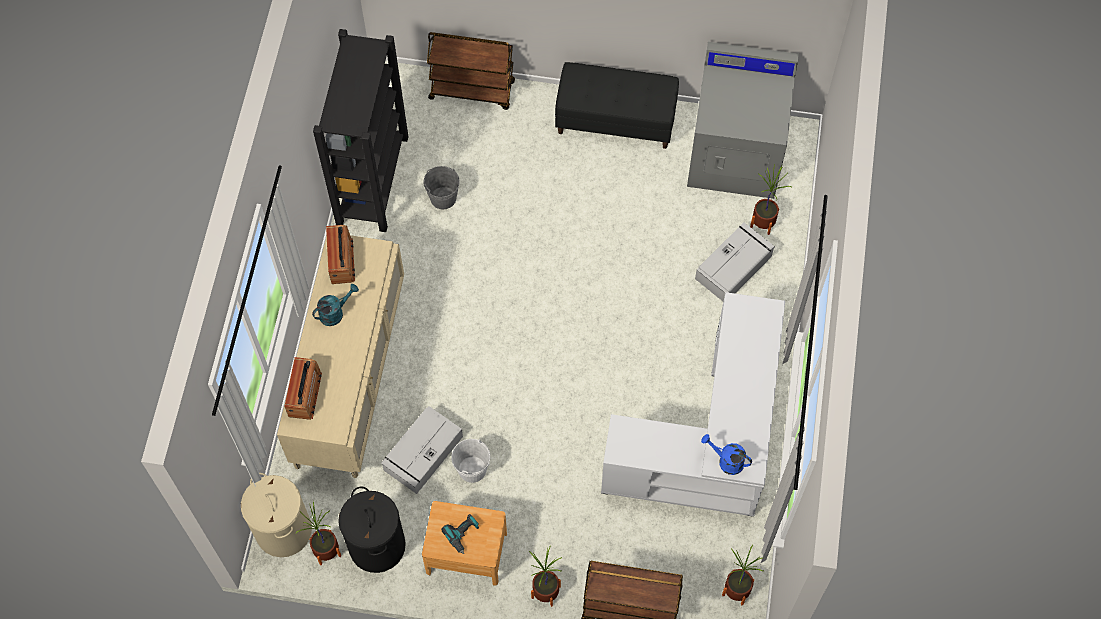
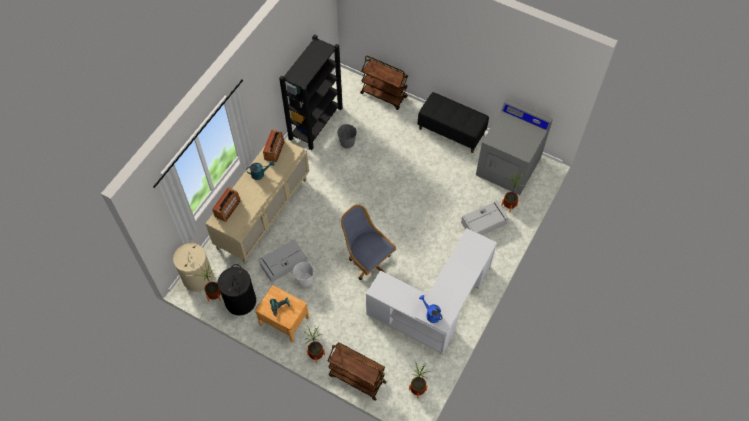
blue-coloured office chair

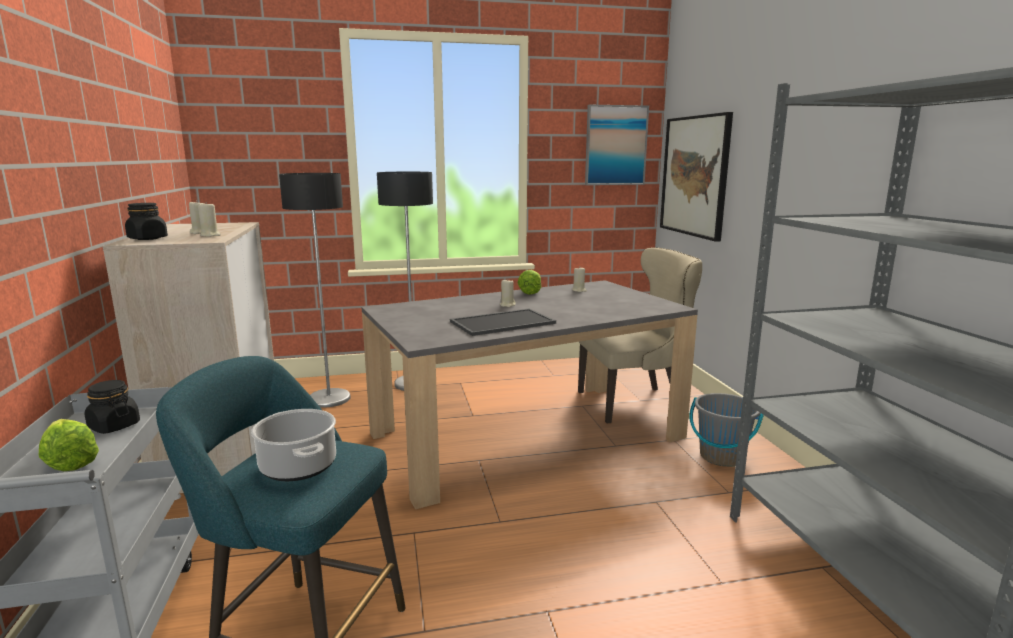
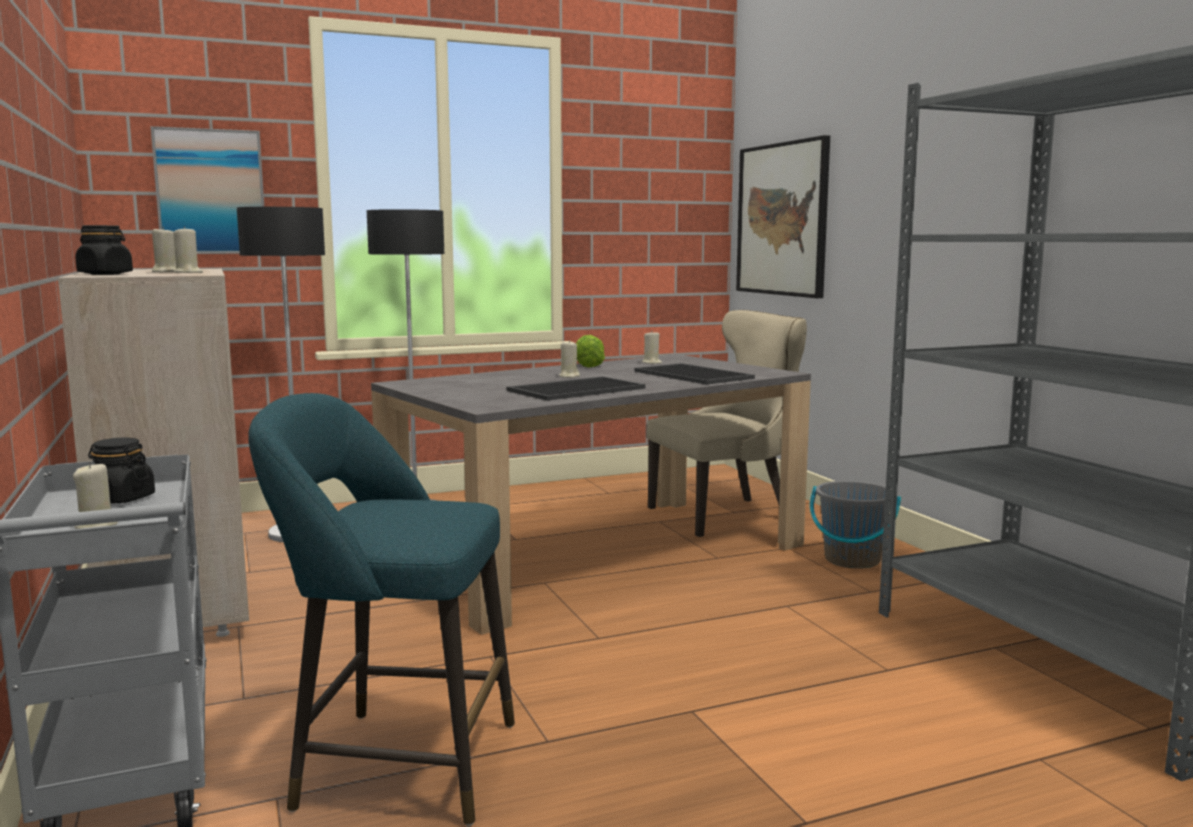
picture (1st from left)
stockpot
sand-coloured wax candle (1st from left)
serving tray (2nd from left)

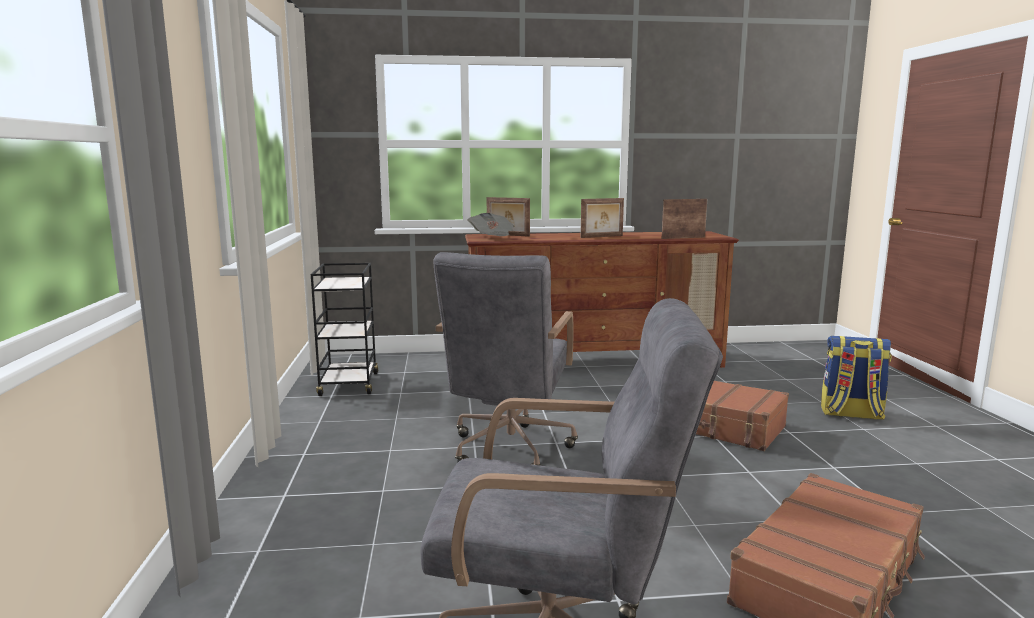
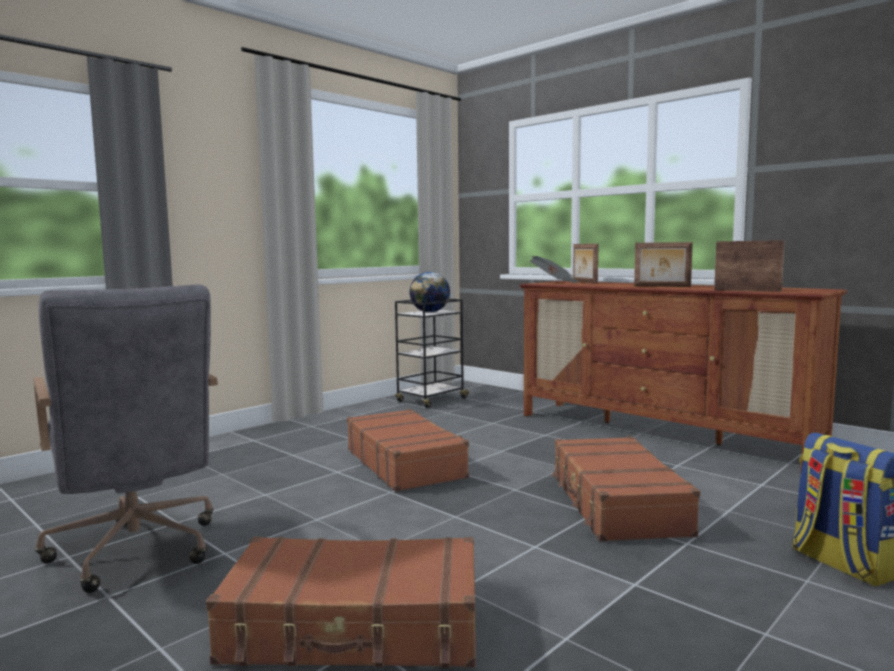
brown-coloured travel case (2nd from left)
globe

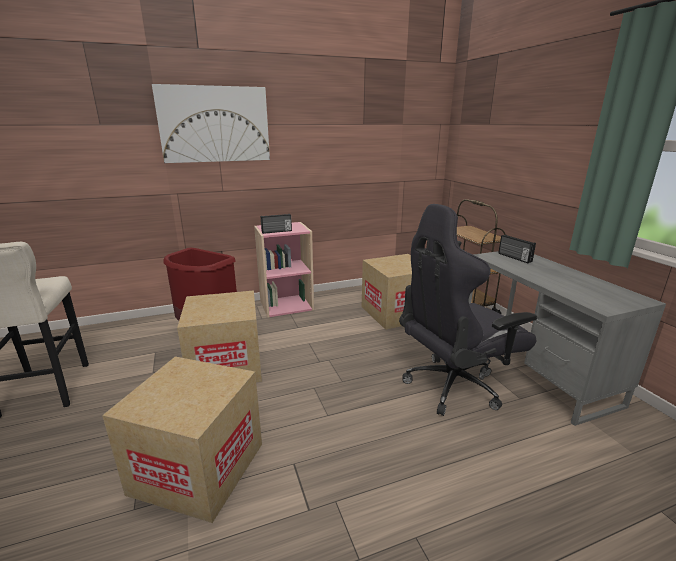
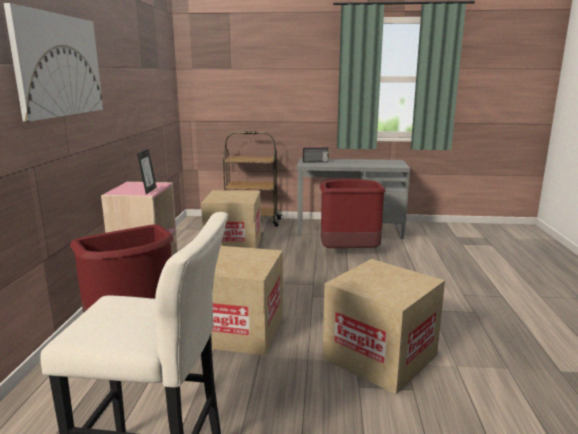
red-coloured rubbish bin (2nd from left)
photo frame

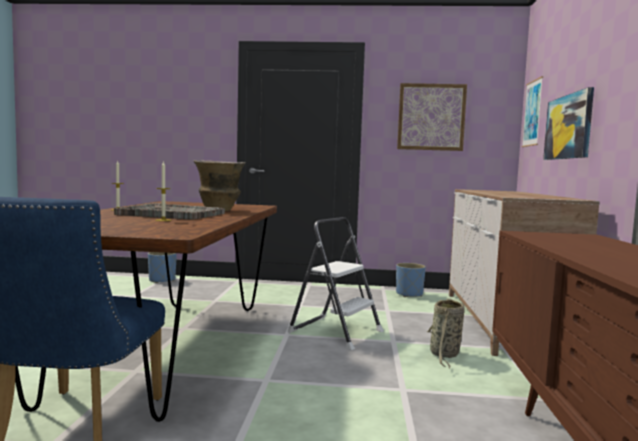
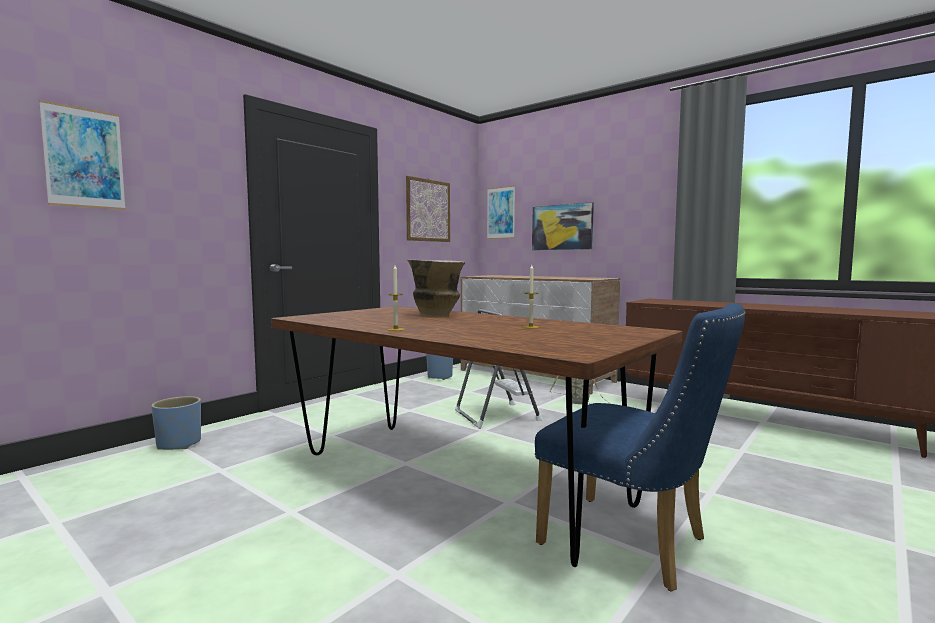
greyish serving tray
picture (1st from left)

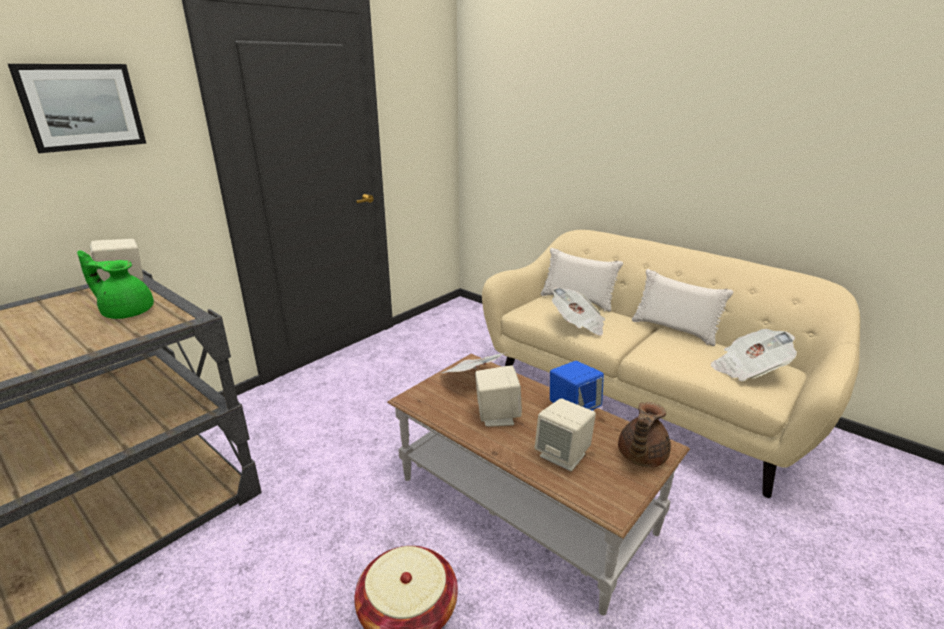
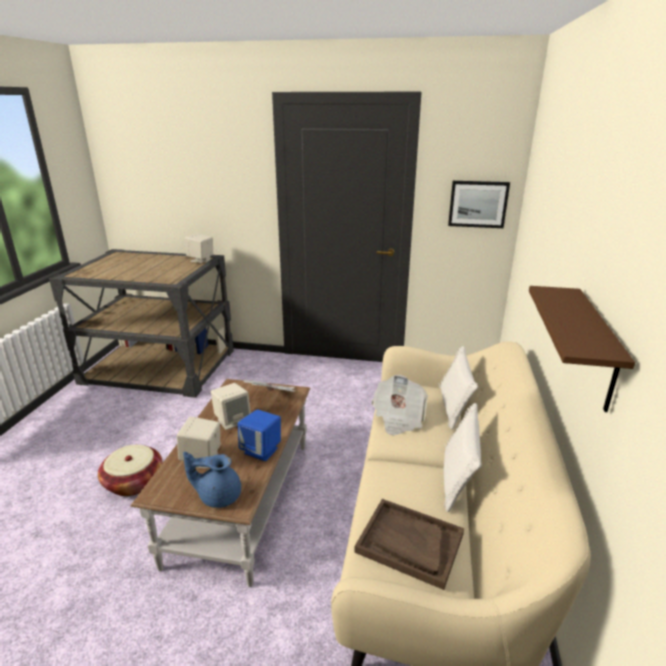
picture
green-coloured pot for tea
brown-coloured serving tray
blue-coloured pot for tea
brown-coloured bracket shelf

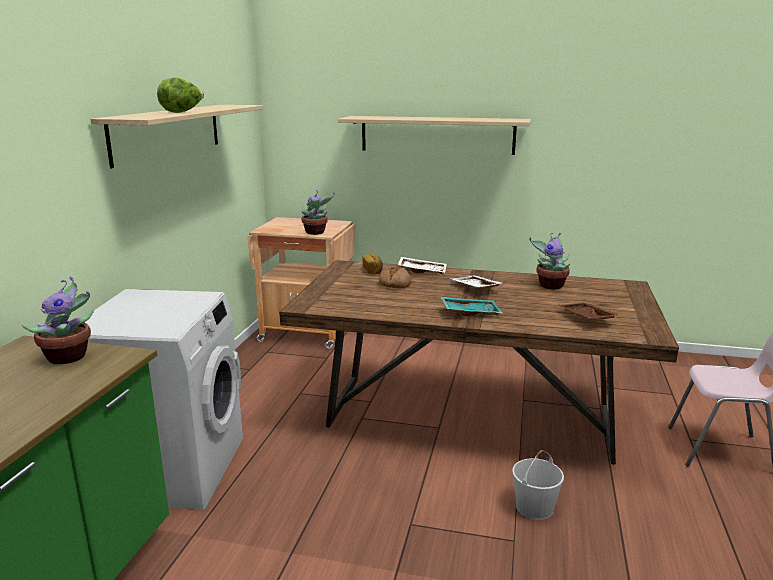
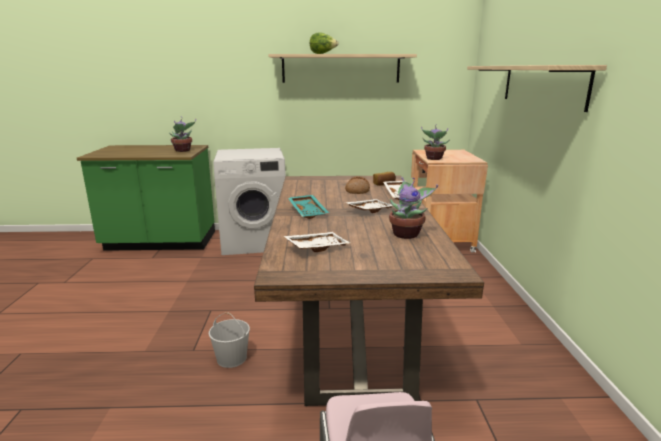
white-coloured serving tray (1st from left)

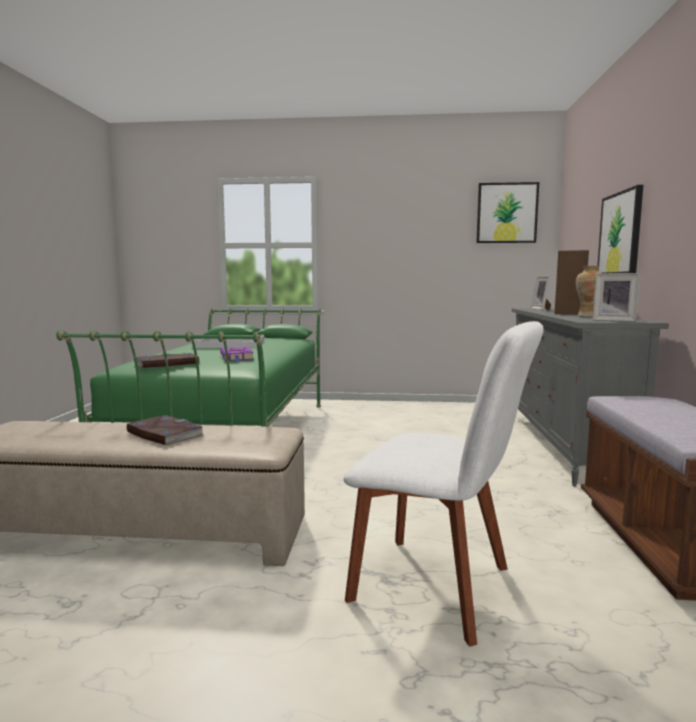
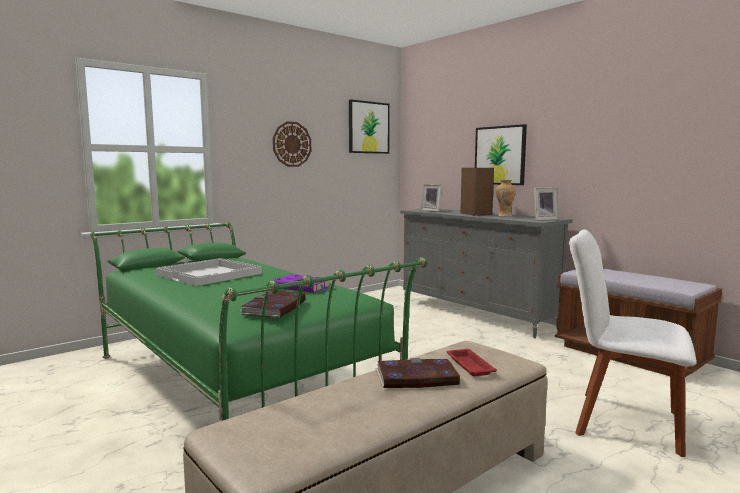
white-coloured plain chair
wall clock
red-coloured serving tray

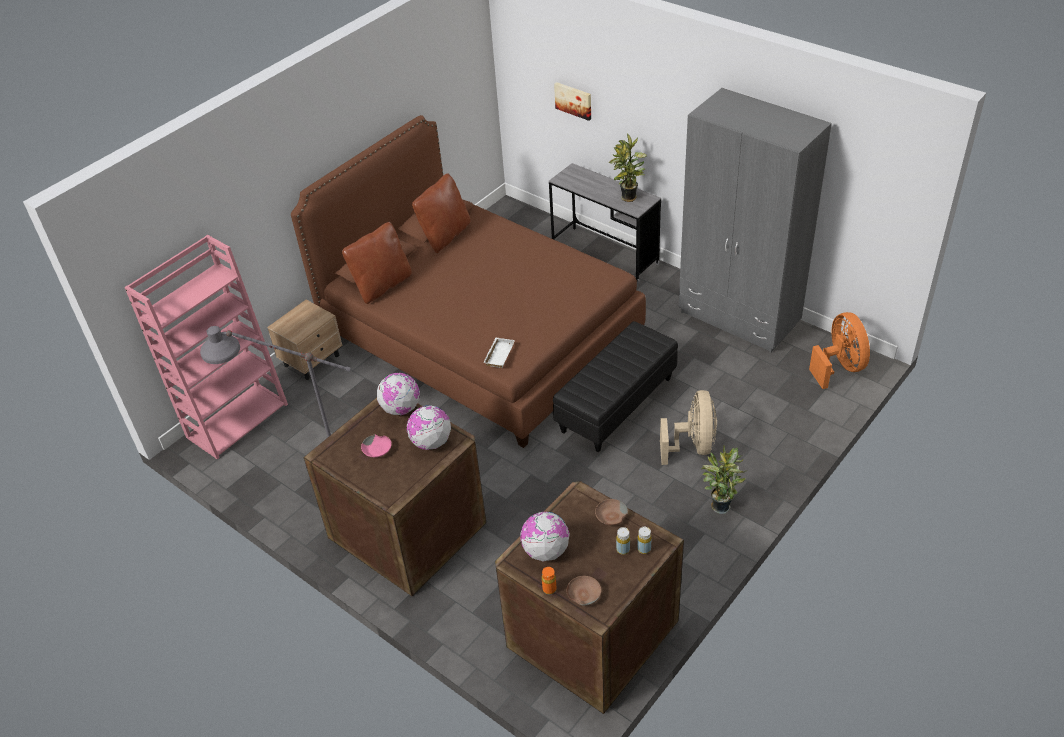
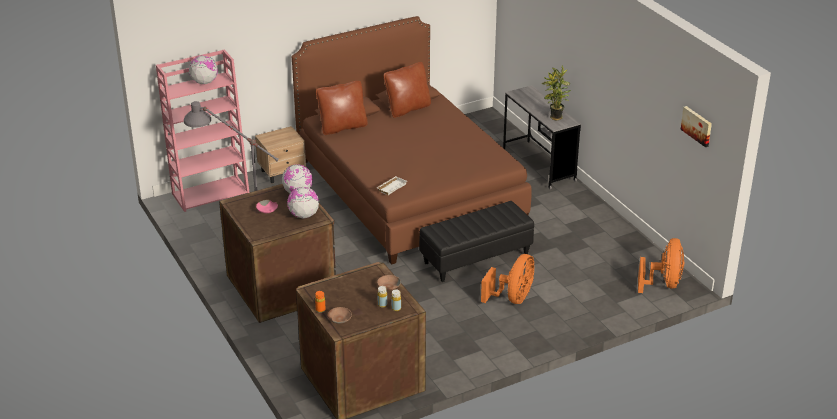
picture
greyish armoire
orange-coloured fan (1st from left)
potted plant (2nd from left in the first image)
globe (1st from left)

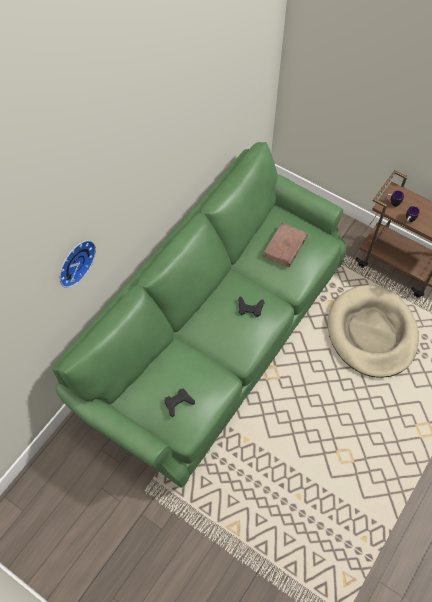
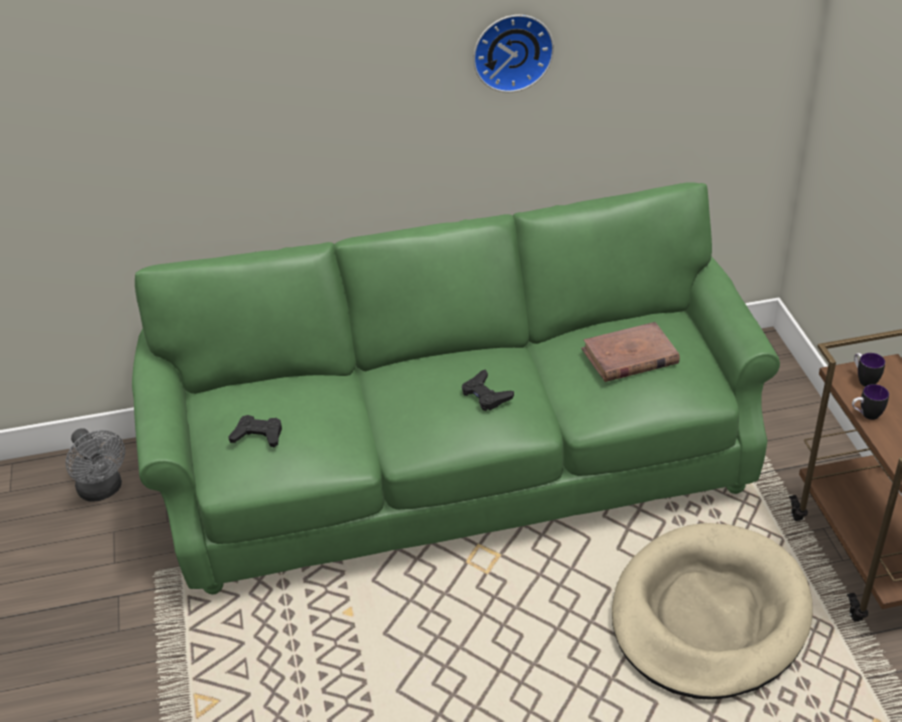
wall clock
greyish fan

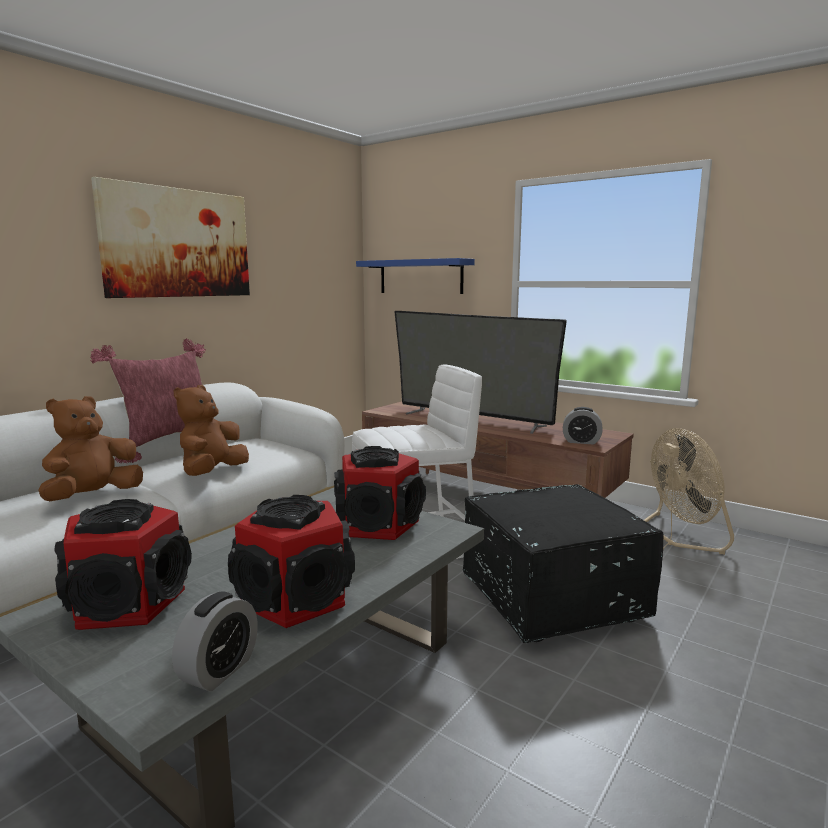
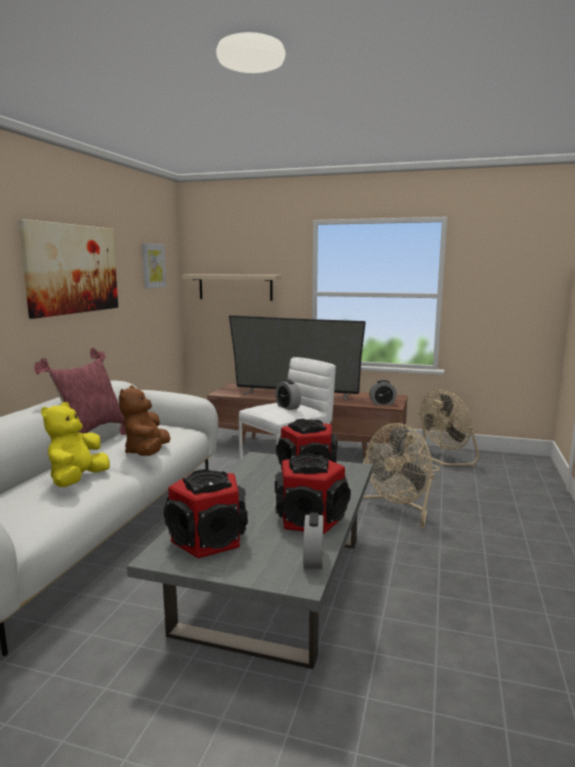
sand-coloured bracket shelf
yellow soft toy
sand-coloured fan (1st from left)
picture (2nd from left)
table clock (1st from left)

